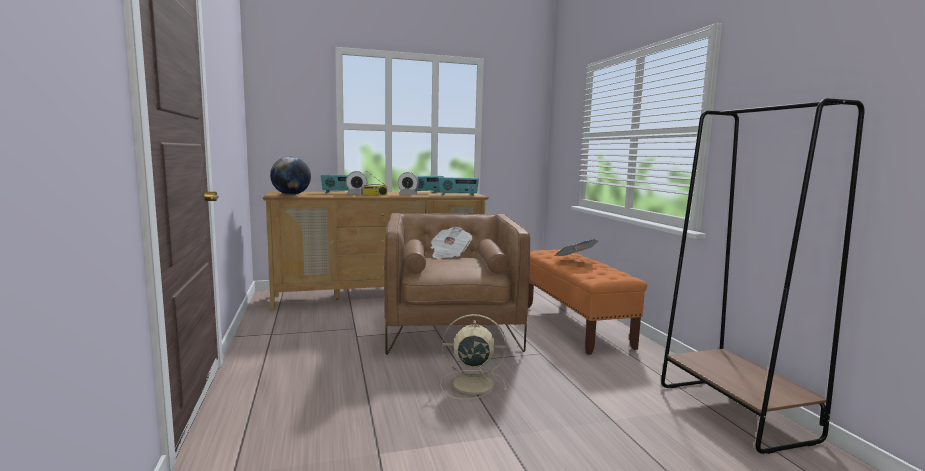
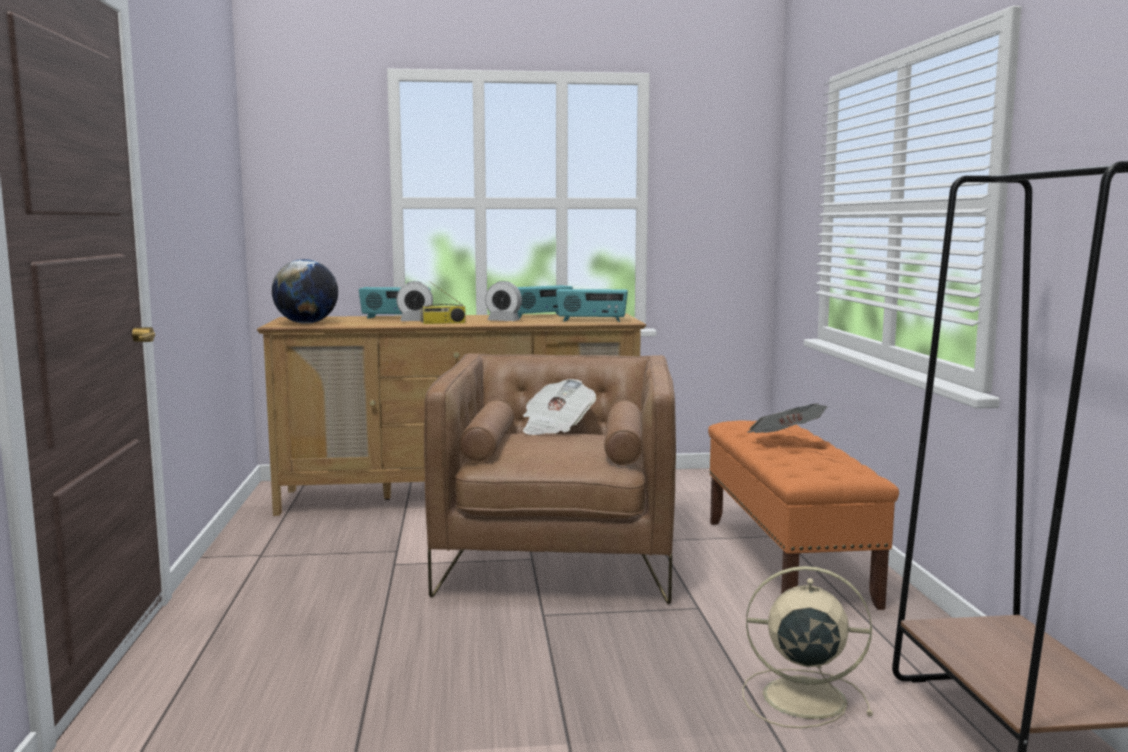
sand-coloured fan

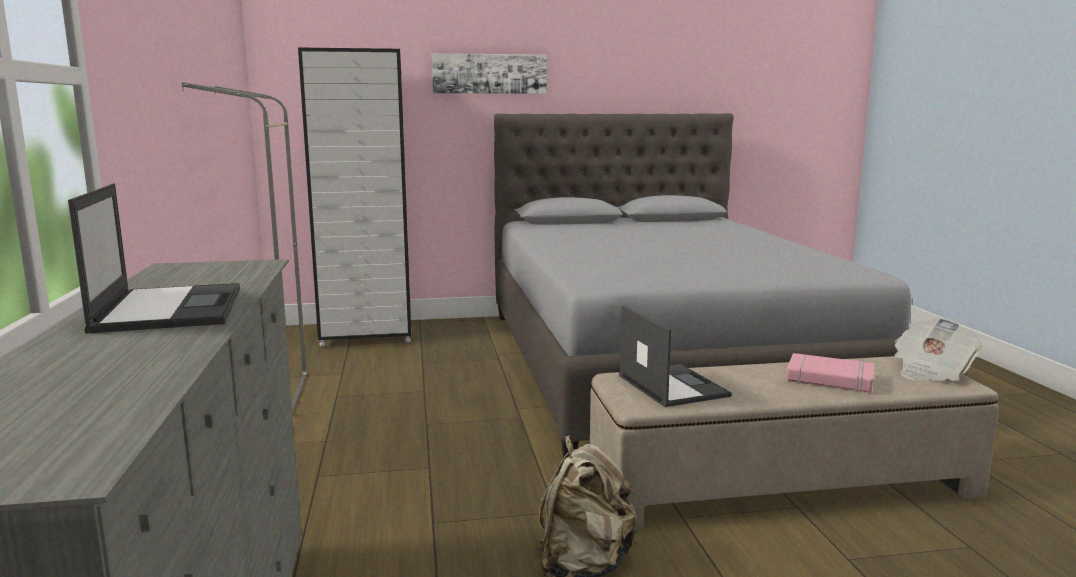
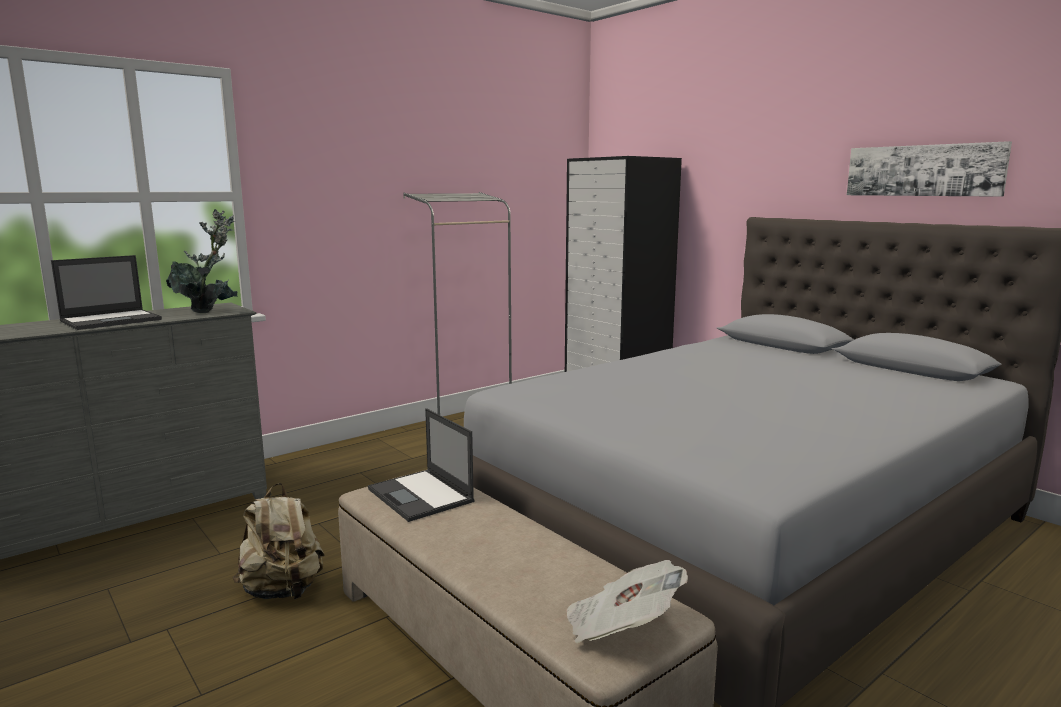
picture
laptop (2nd from left)
pink book
potted plant

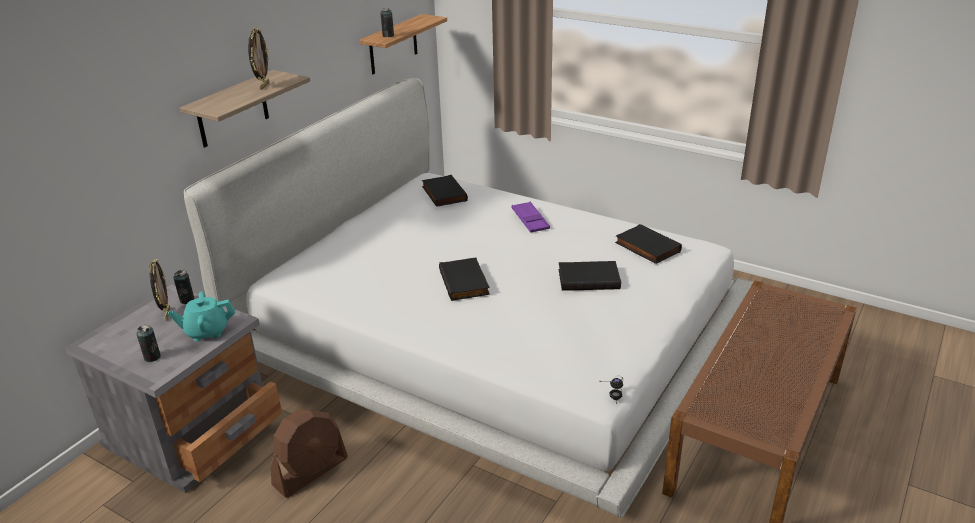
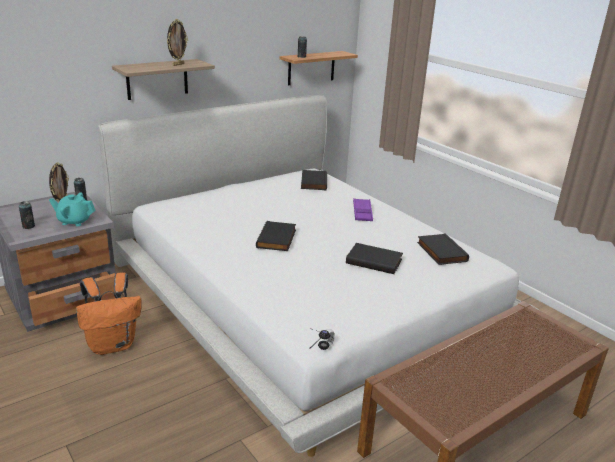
orange-coloured backpack

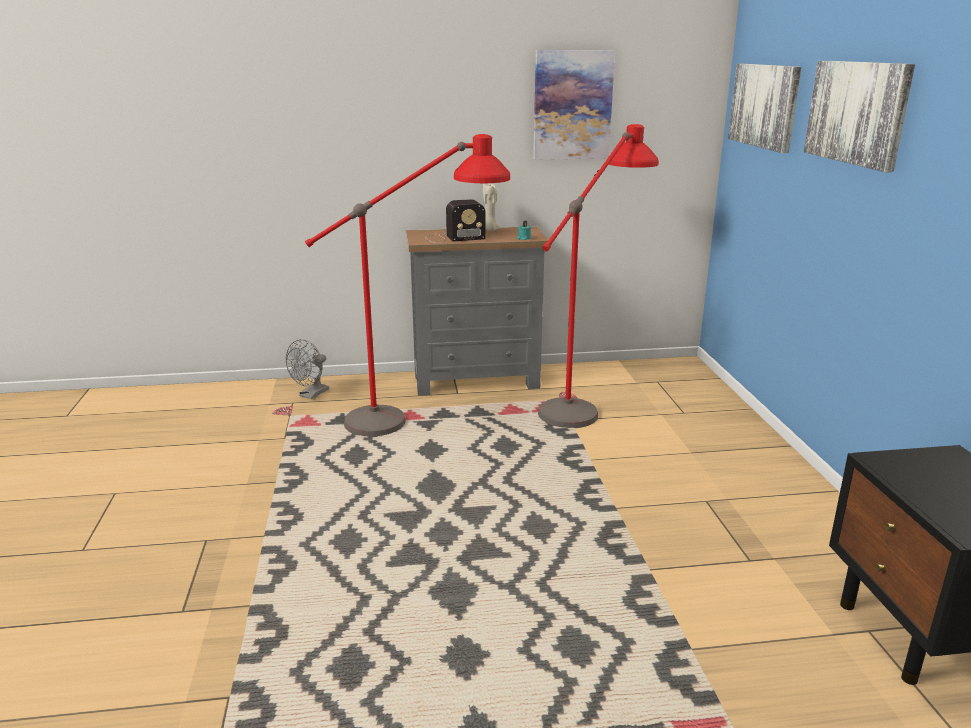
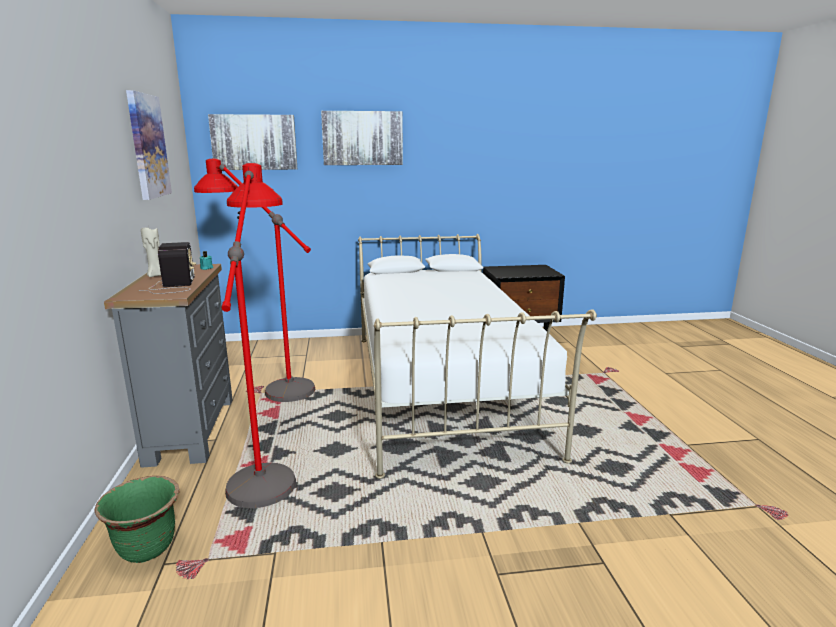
green-coloured plant pot
white-coloured bedroom bed

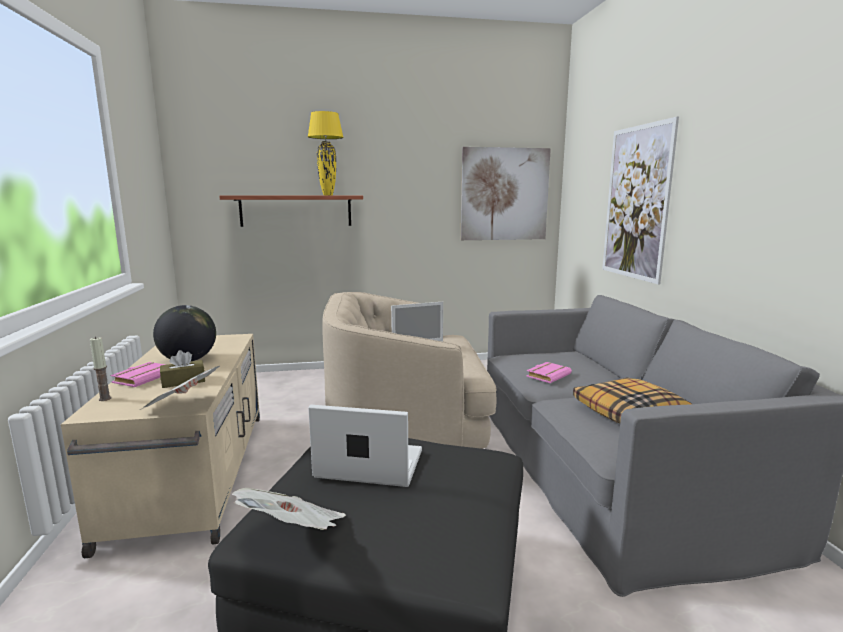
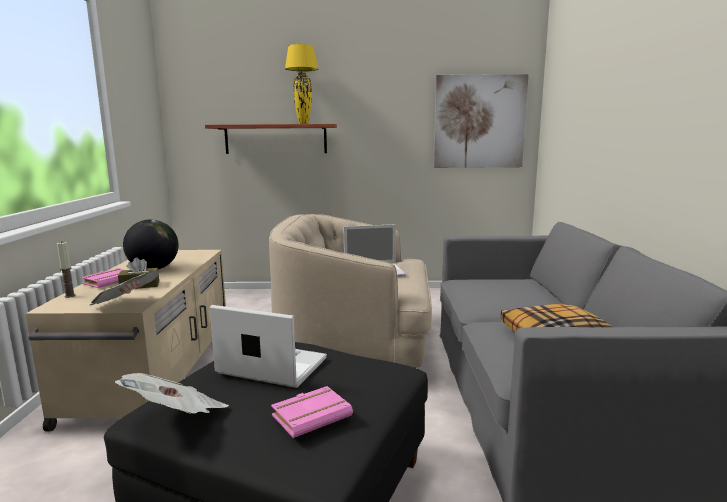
picture (2nd from left in the first image)
pink book (2nd from left)

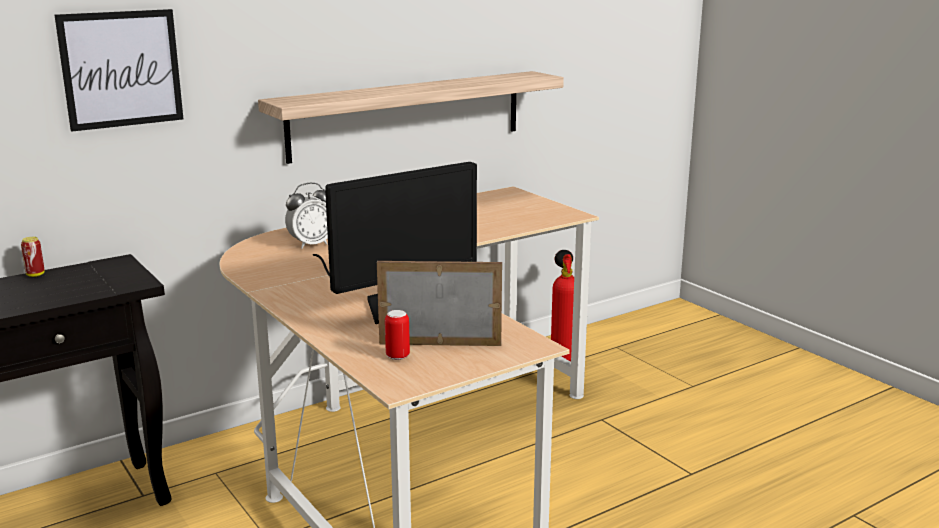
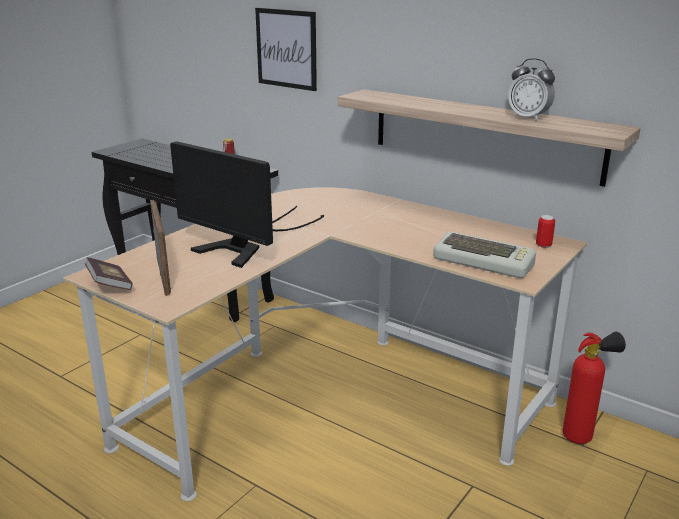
table clock
can (2nd from left)
computer keyboard
book

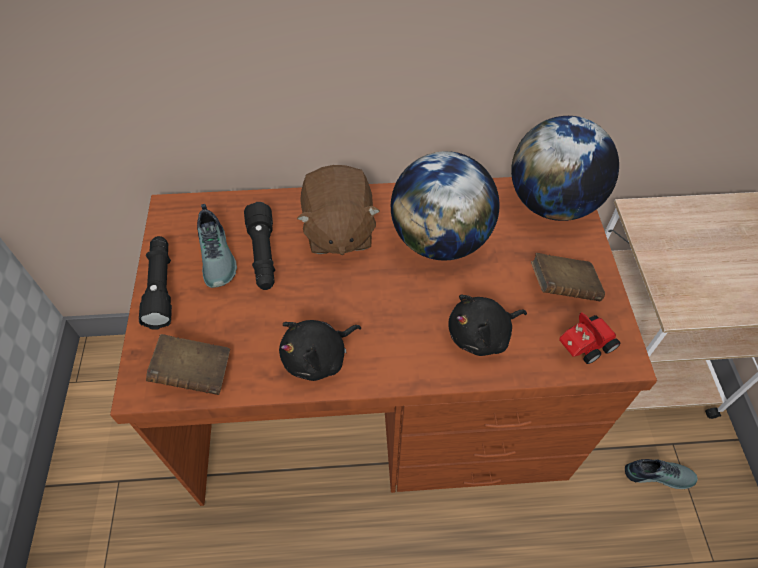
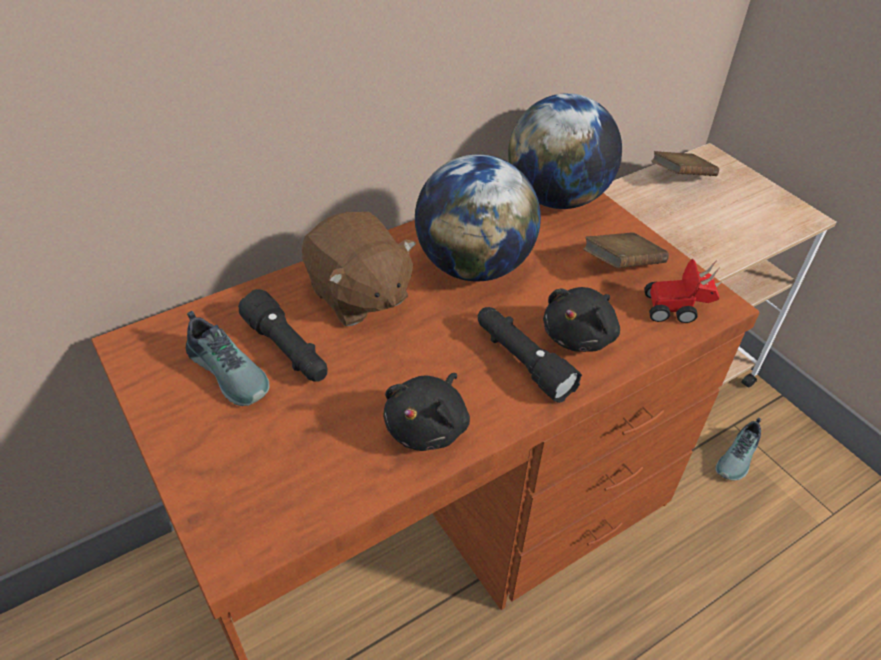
black hand torch (2nd from left)
toy car
brown-coloured book (2nd from left)
low shoe (2nd from left)

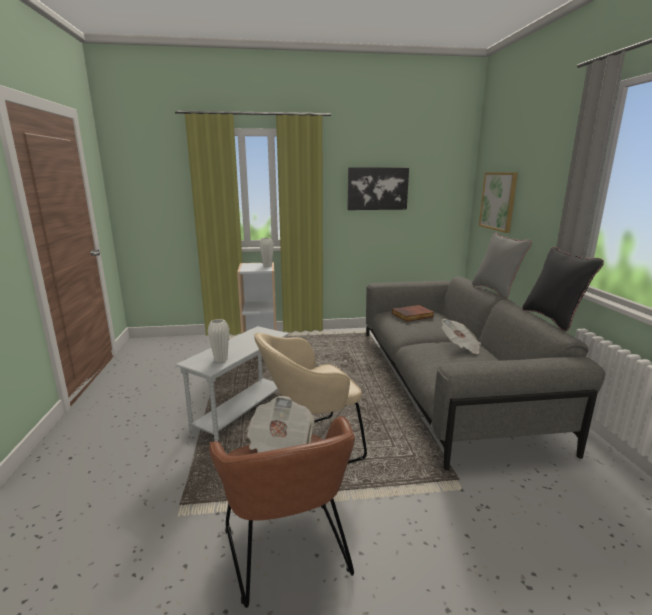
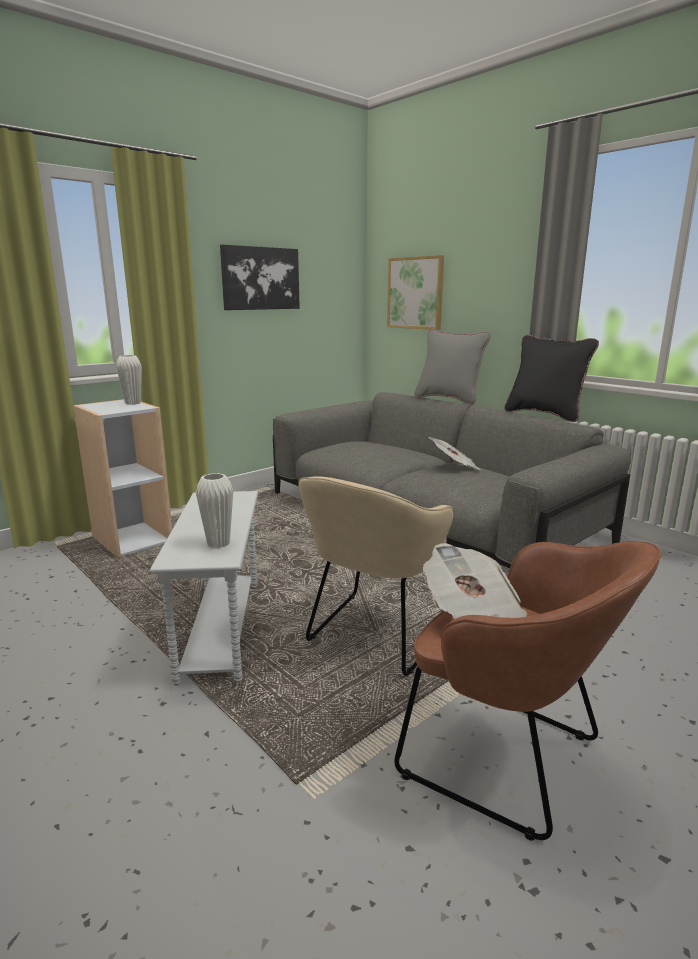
book

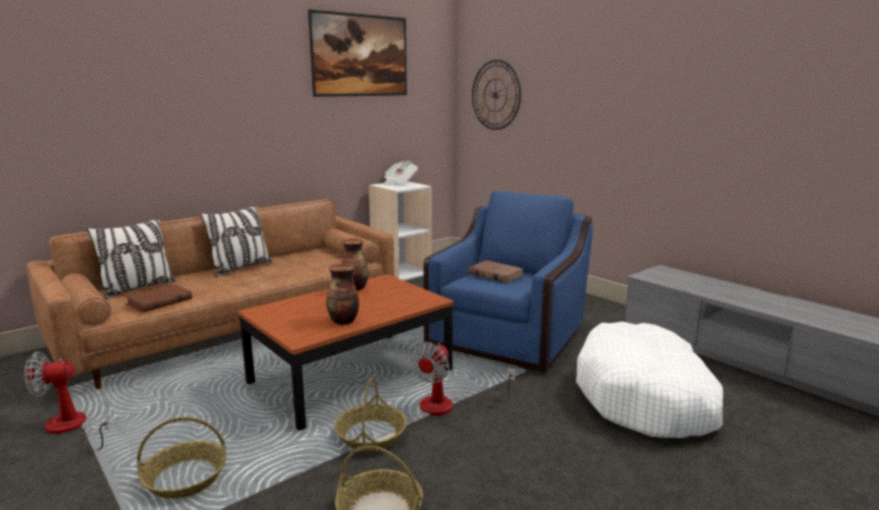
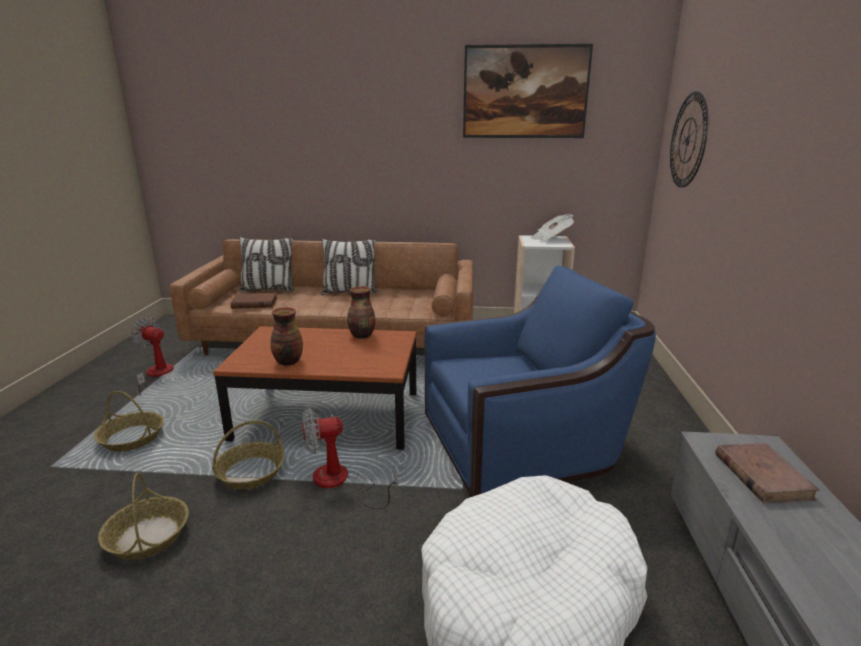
brown-coloured book (2nd from left)

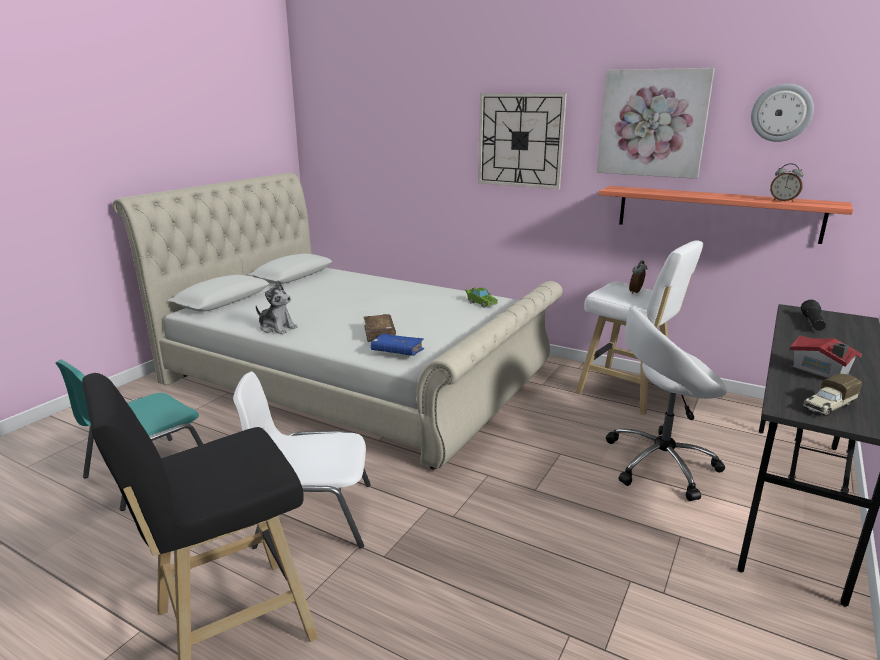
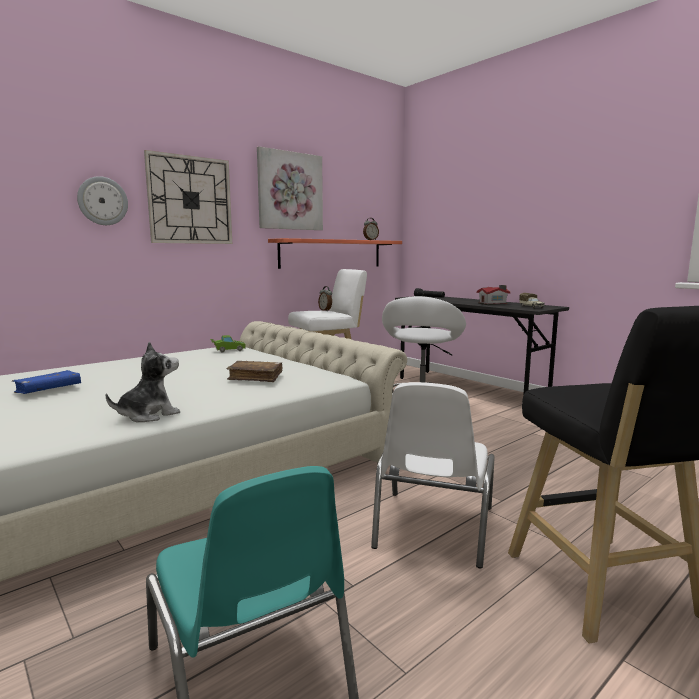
wall clock (1st from left)
blue-coloured book

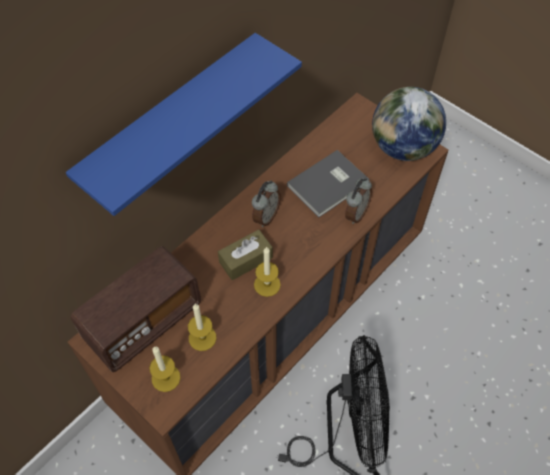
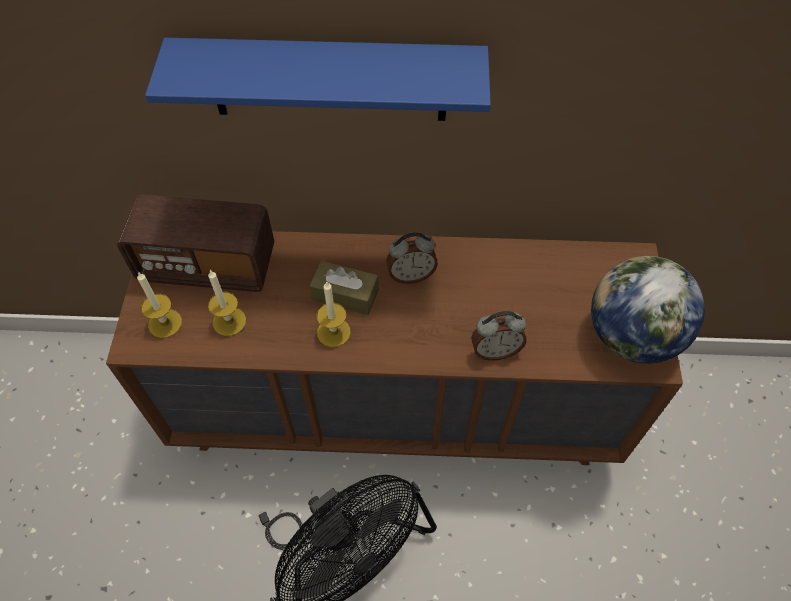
greyish book

